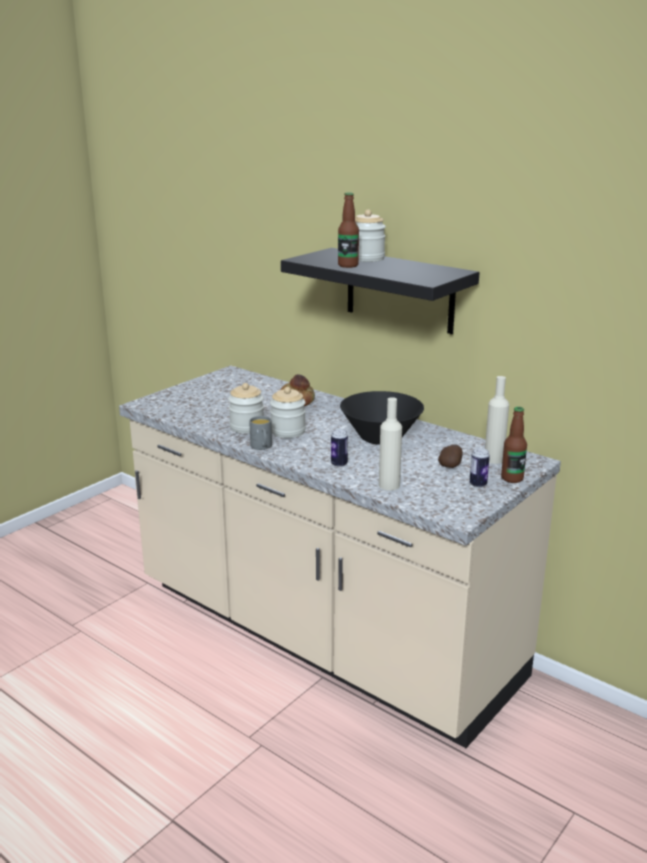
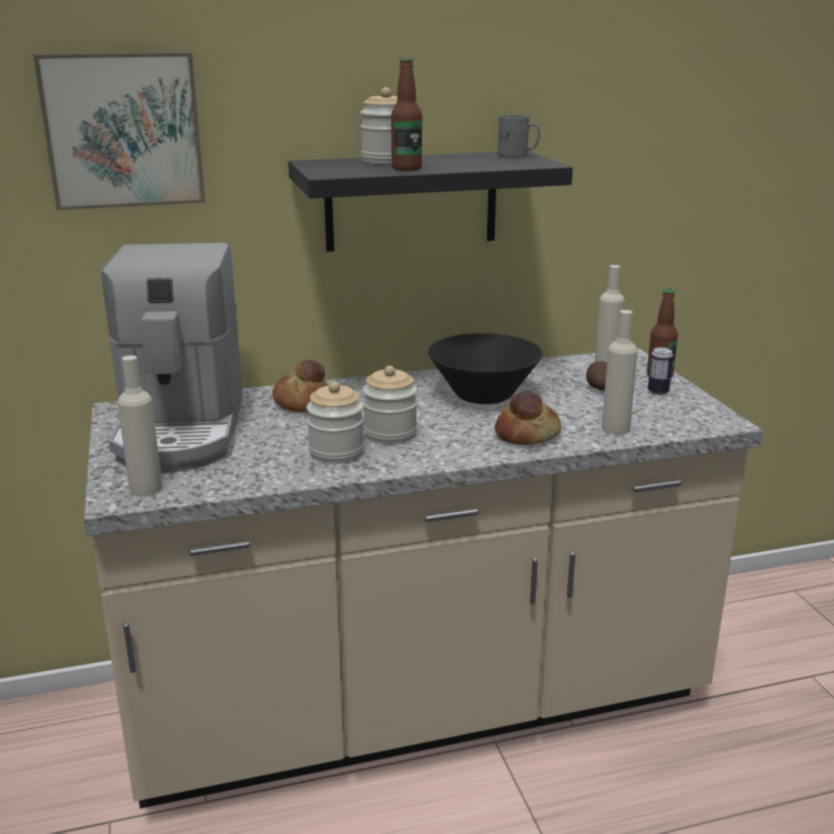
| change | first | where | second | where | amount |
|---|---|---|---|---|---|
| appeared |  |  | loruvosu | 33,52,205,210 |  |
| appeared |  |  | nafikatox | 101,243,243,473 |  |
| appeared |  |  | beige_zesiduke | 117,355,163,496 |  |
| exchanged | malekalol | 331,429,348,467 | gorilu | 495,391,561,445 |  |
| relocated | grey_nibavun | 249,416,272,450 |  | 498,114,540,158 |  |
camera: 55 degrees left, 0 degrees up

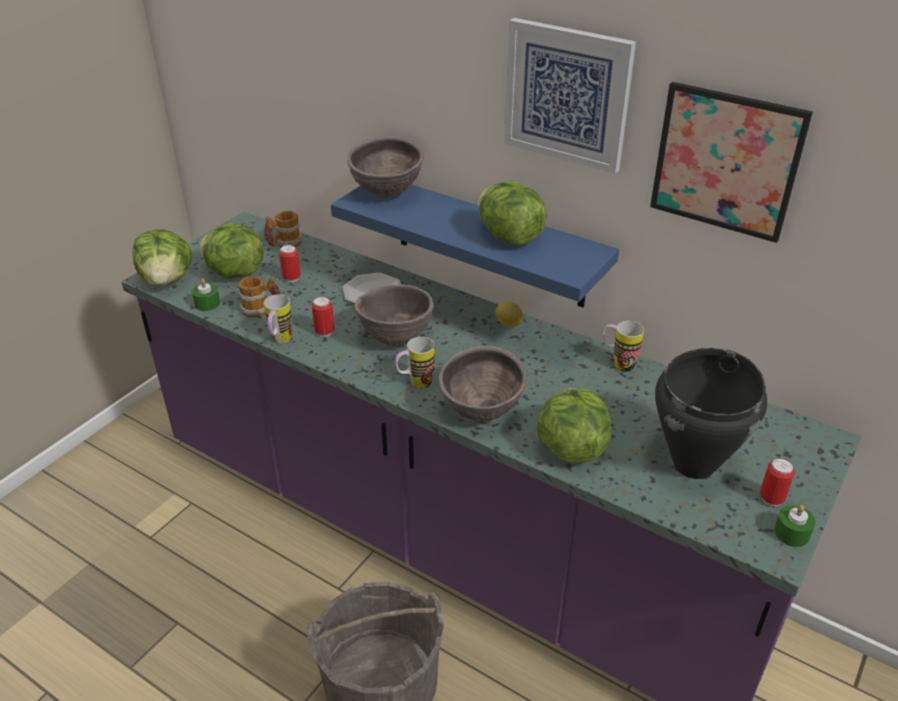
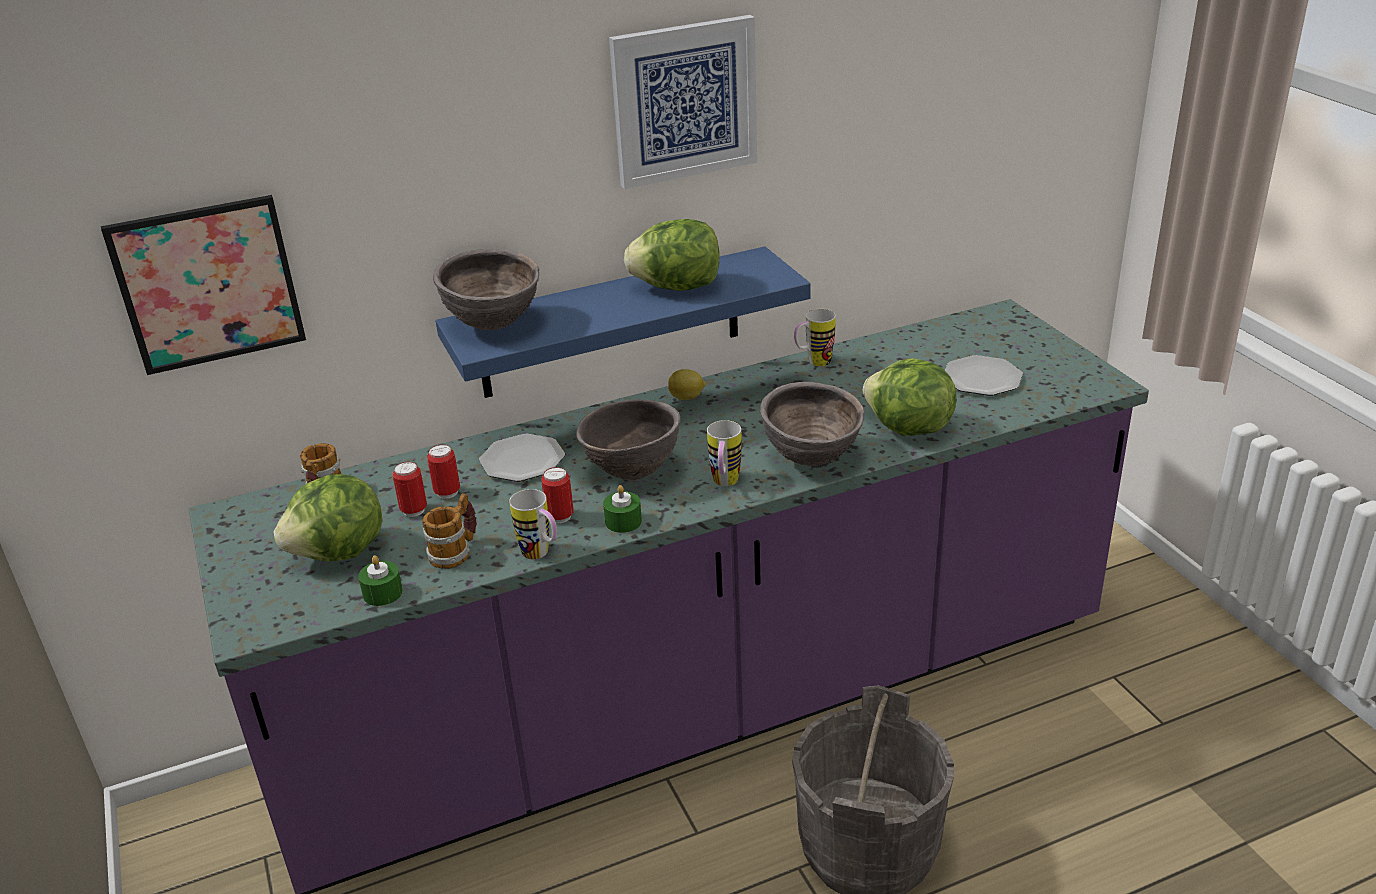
| change | first | where | second | where | amount |
|---|---|---|---|---|---|
| relocated | loruvosu | 650,82,813,243 |  | 101,195,306,375 |  |
| relocated | malekalol | 760,458,795,506 |  | 427,444,460,499 |  |
| relocated | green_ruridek | 774,505,816,547 |  | 603,485,642,533 |  |
| exchanged | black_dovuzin | 655,348,767,479 | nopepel | 945,355,1023,396 |  |
| missing | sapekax | 132,229,192,285 |  |  |  |
camera: 55 degrees left, 5 degrees down

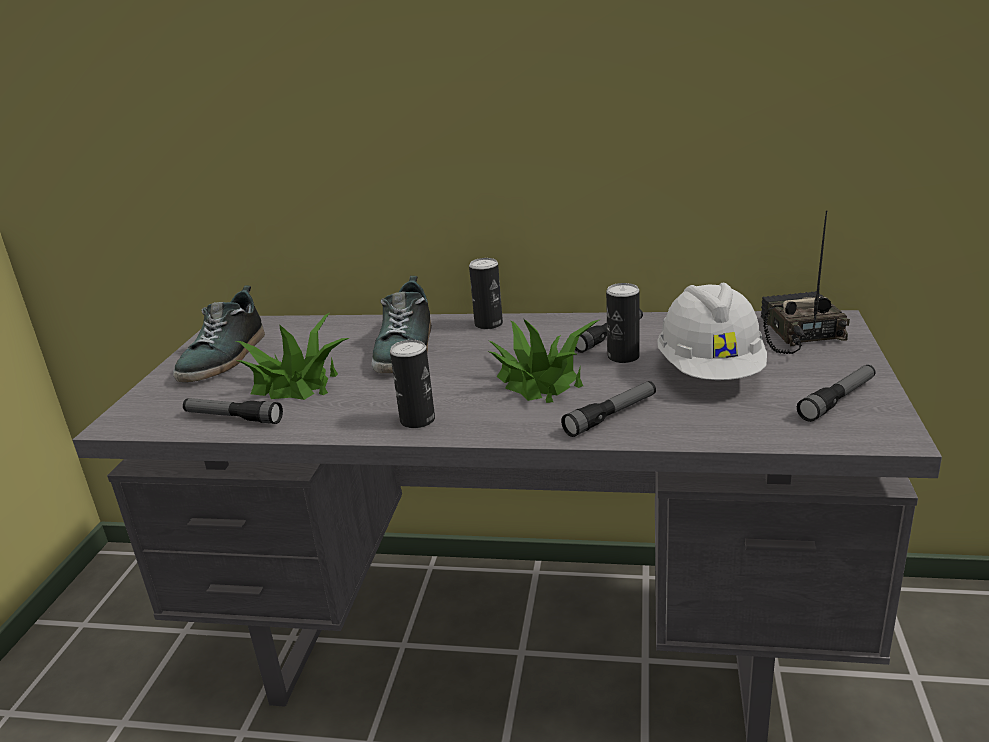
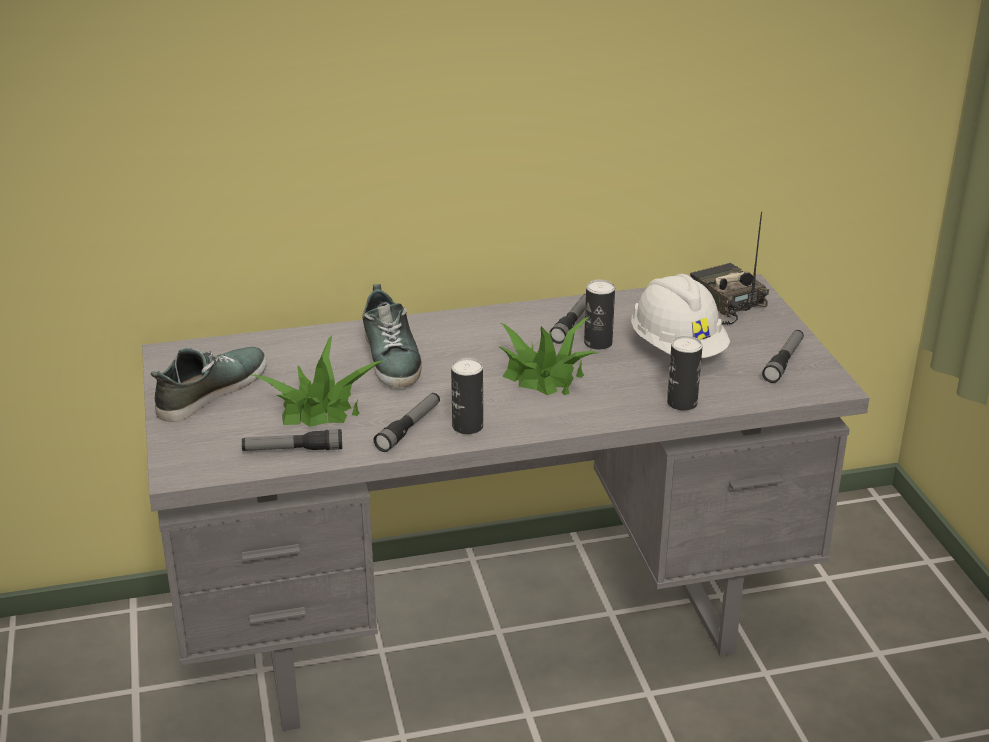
| change | first | where | second | where | amount |
|---|---|---|---|---|---|
| spun | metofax | 173,285,265,383 |  | 151,347,267,422 | 135 degrees counterclockwise |
| relocated | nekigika | 561,381,656,437 |  | 373,393,440,452 |  |
| relocated | malekalol | 469,258,503,329 |  | 667,336,703,411 |  |
camera: 25 degrees left, 5 degrees up

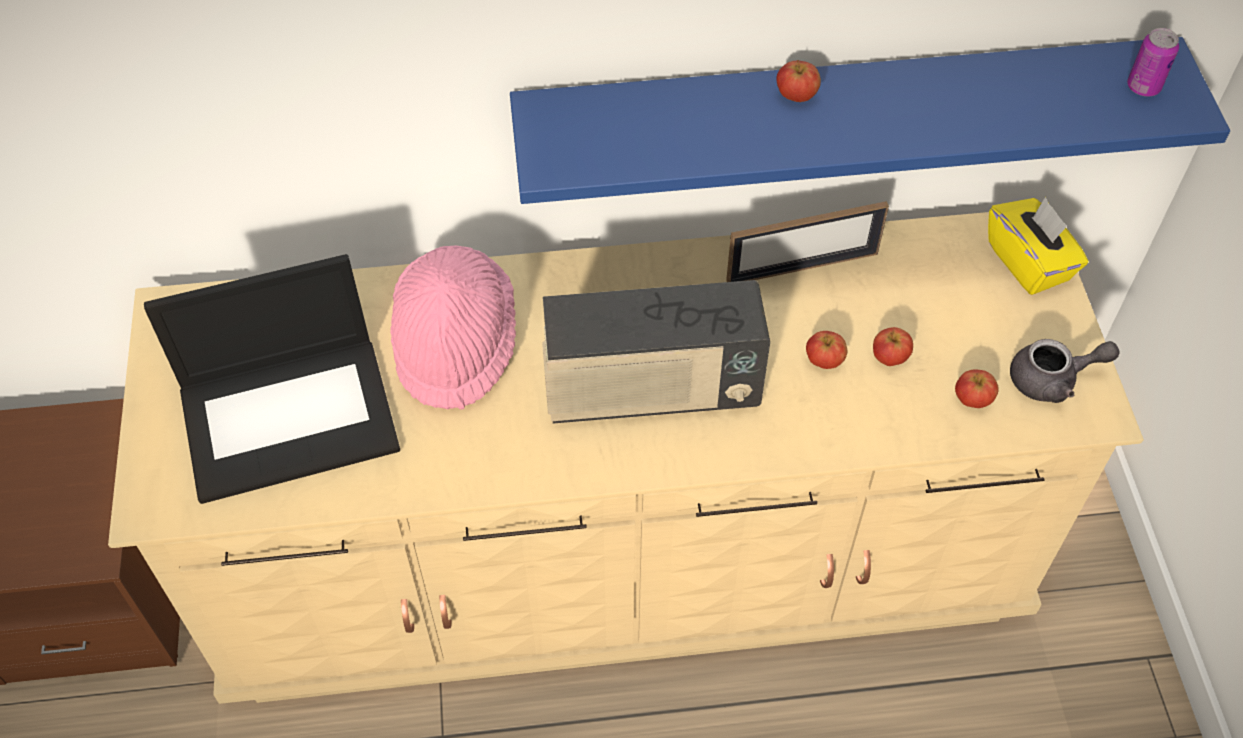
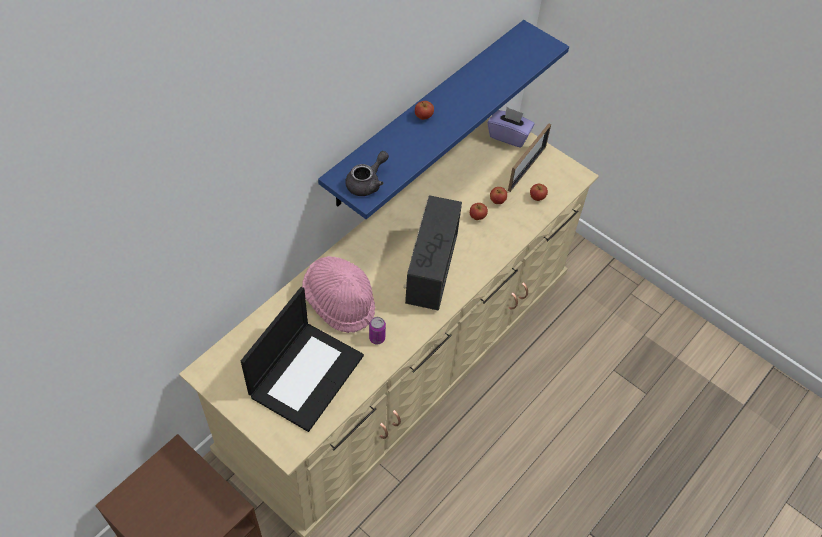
| change | first | where | second | where | amount |
|---|---|---|---|---|---|
| relocated | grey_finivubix | 1010,339,1120,403 |  | 345,151,389,196 |  |
| relocated | malekalol | 1127,28,1179,97 |  | 369,317,386,344 |  |
| spun | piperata | 542,280,770,424 |  | 403,195,462,311 | 150 degrees clockwise |
| colour | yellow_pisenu | 988,197,1088,295 | purple_pisenu | 488,107,535,148 |  |
| relocated | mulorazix | 726,201,889,282 |  | 508,123,551,192 |  |
camera: 45 degrees left, 0 degrees up

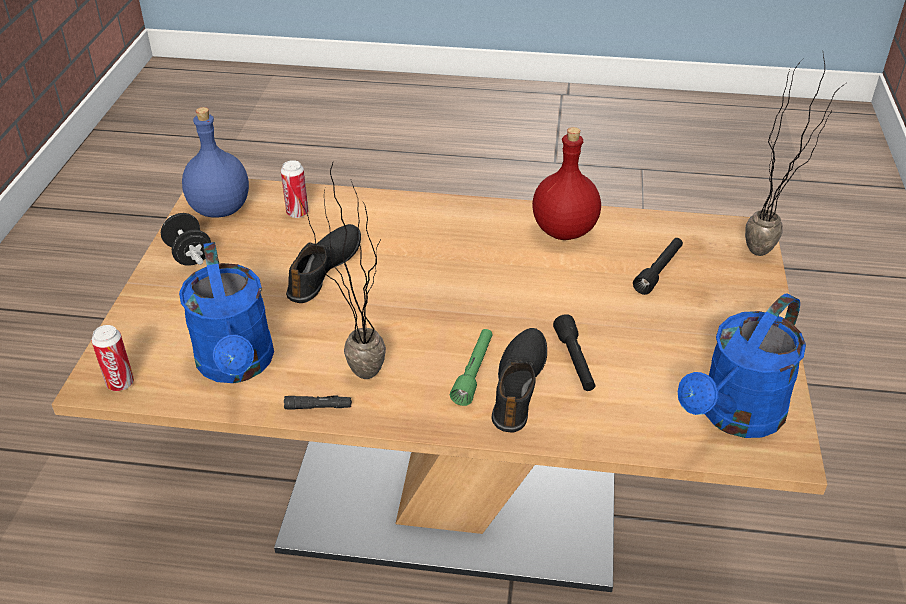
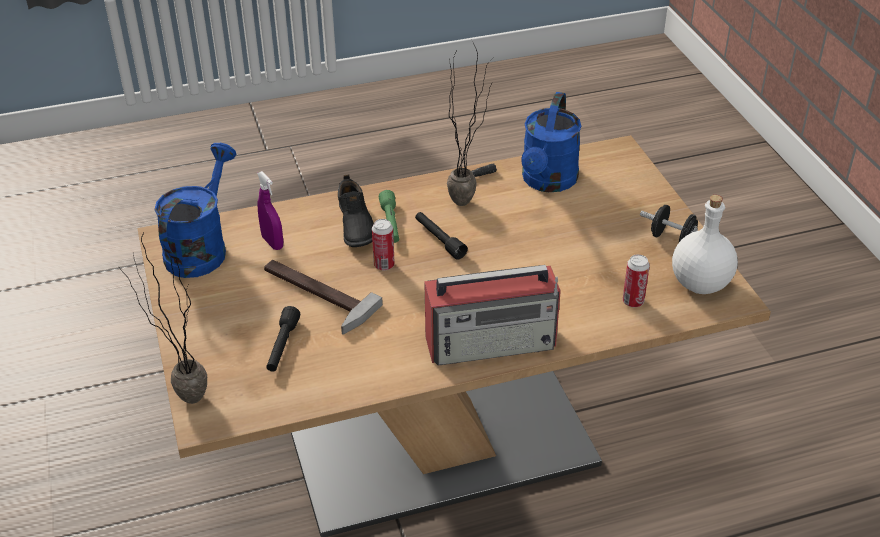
| change | first | where | second | where | amount |
|---|---|---|---|---|---|
| appeared |  |  | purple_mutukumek | 257,171,283,250 |  |
| appeared |  |  | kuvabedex | 264,260,383,335 |  |
| relocated | malekalol | 91,325,134,391 |  | 372,219,395,271 |  |
| relocated | black_nekigika | 553,314,595,391 |  | 415,212,468,260 |  |
| appeared |  |  | piperata | 424,265,561,366 |  |
| spun | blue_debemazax | 179,242,274,383 |  | 521,92,581,192 | 120 degrees counterclockwise |
| colour | blue_zesiduke | 182,107,249,217 | white_zesiduke | 672,195,738,294 |  |
| missing | black_metofax | 286,224,361,303 |  |  |  |
| missing | red_zesiduke | 532,127,601,240 |  |  |  |
camera: 155 degrees right, 0 degrees up

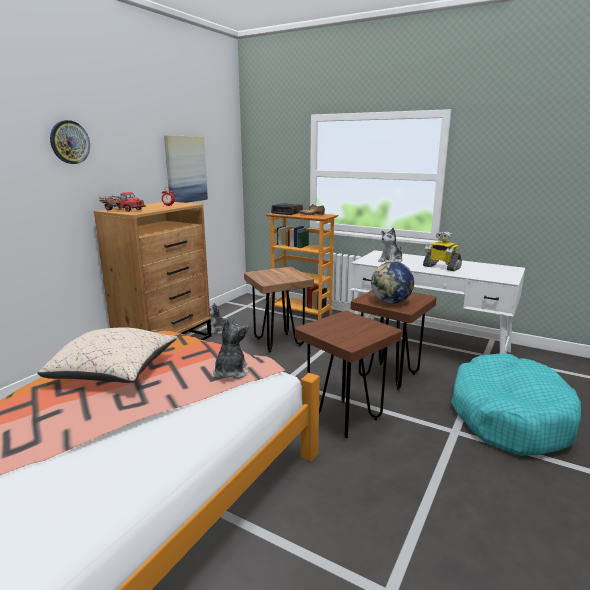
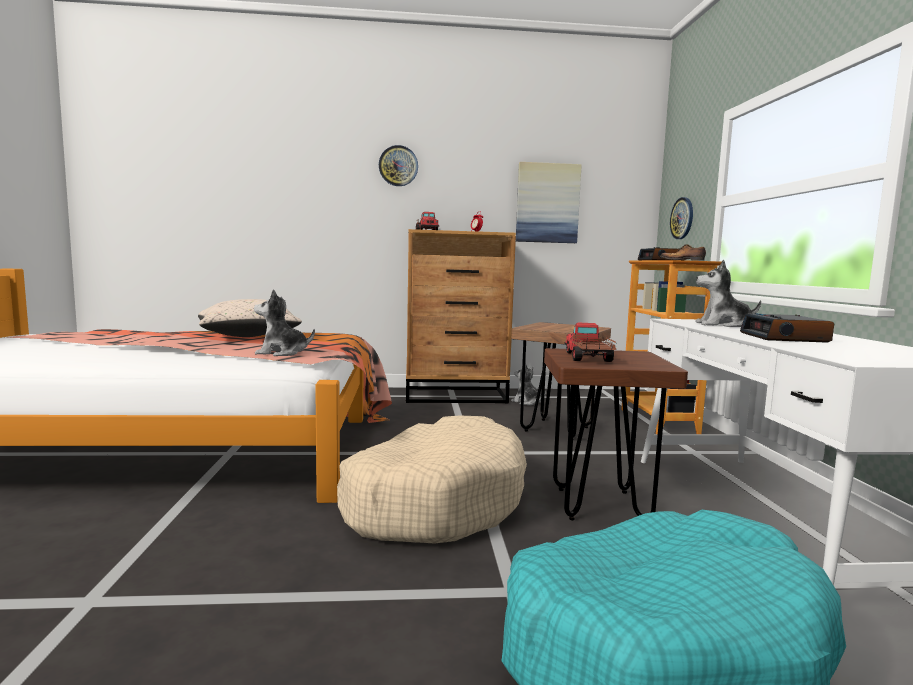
| change | first | where | second | where | amount |
|---|---|---|---|---|---|
| spun | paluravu | 213,318,249,379 |  | 254,289,315,356 | 150 degrees counterclockwise |
| exchanged | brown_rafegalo | 295,311,402,438 | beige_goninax | 337,415,527,543 |  |
| exchanged | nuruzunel | 371,261,414,304 | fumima | 564,323,617,362 |  |
| appeared |  |  | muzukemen | 670,197,693,239 |  |
| exchanged | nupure | 423,231,462,271 | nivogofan | 740,313,834,343 |  |
camera: 55 degrees right, 10 degrees down

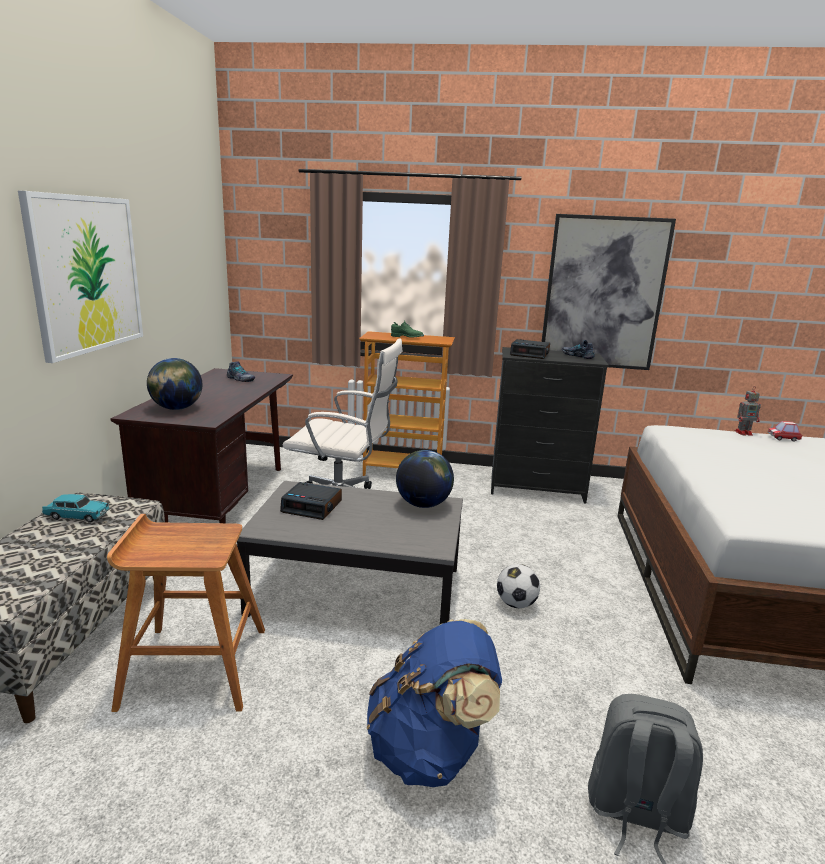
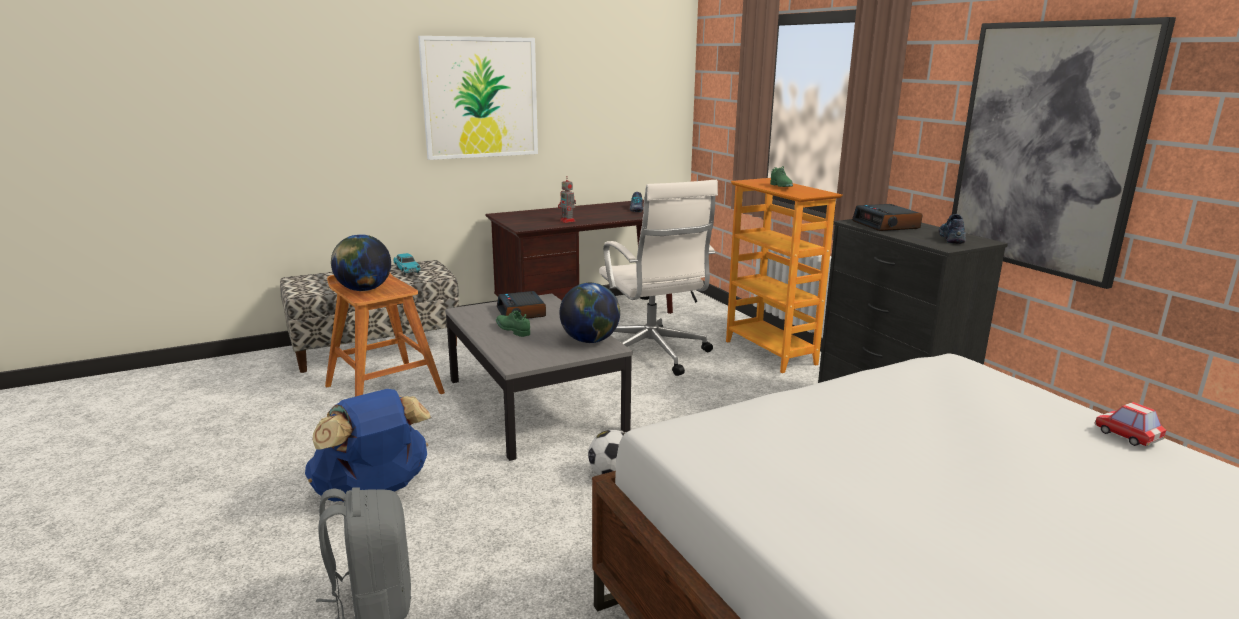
| change | first | where | second | where | amount |
|---|---|---|---|---|---|
| relocated | nuruzunel | 147,358,202,410 |  | 331,234,391,291 |  |
| appeared |  |  | green_metofax | 496,310,530,337 |  |
| relocated | nupure | 735,387,761,436 |  | 558,176,576,223 |  |
camera: 55 degrees right, 0 degrees up

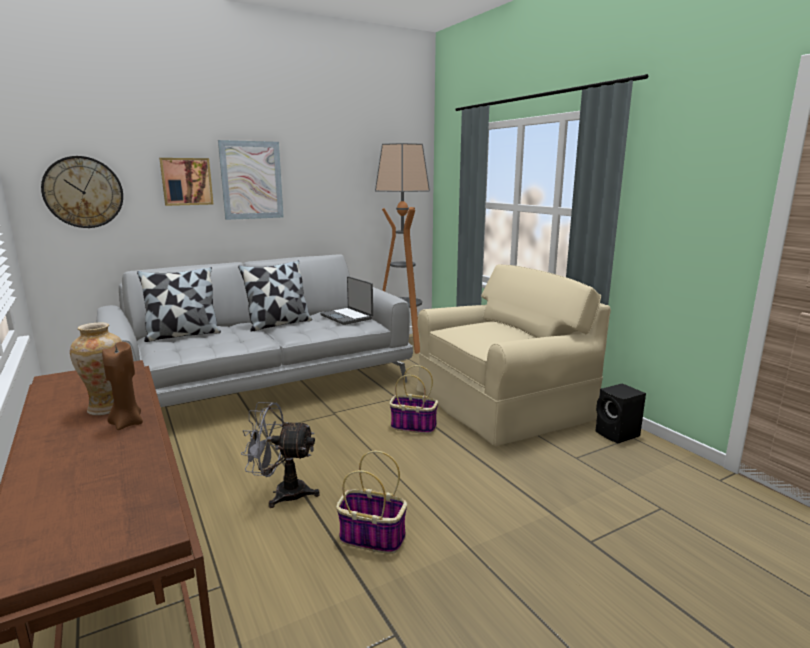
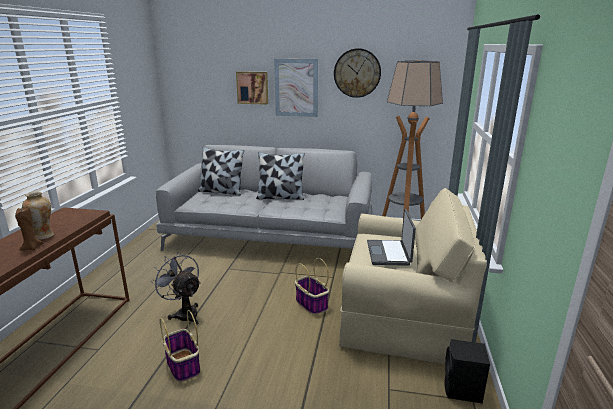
| change | first | where | second | where | amount |
|---|---|---|---|---|---|
| relocated | muzukemen | 41,156,123,228 |  | 334,48,381,98 |  |
| relocated | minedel | 320,276,373,325 |  | 367,209,416,266 |  |
camera: 40 degrees right, 5 degrees up

